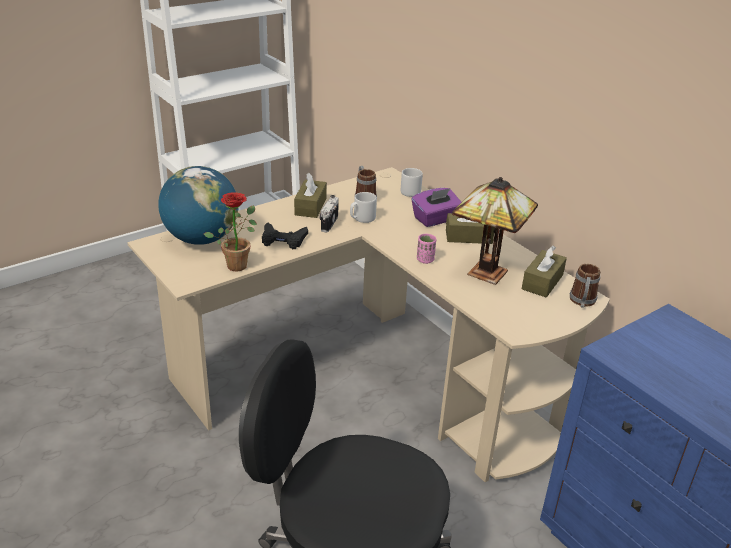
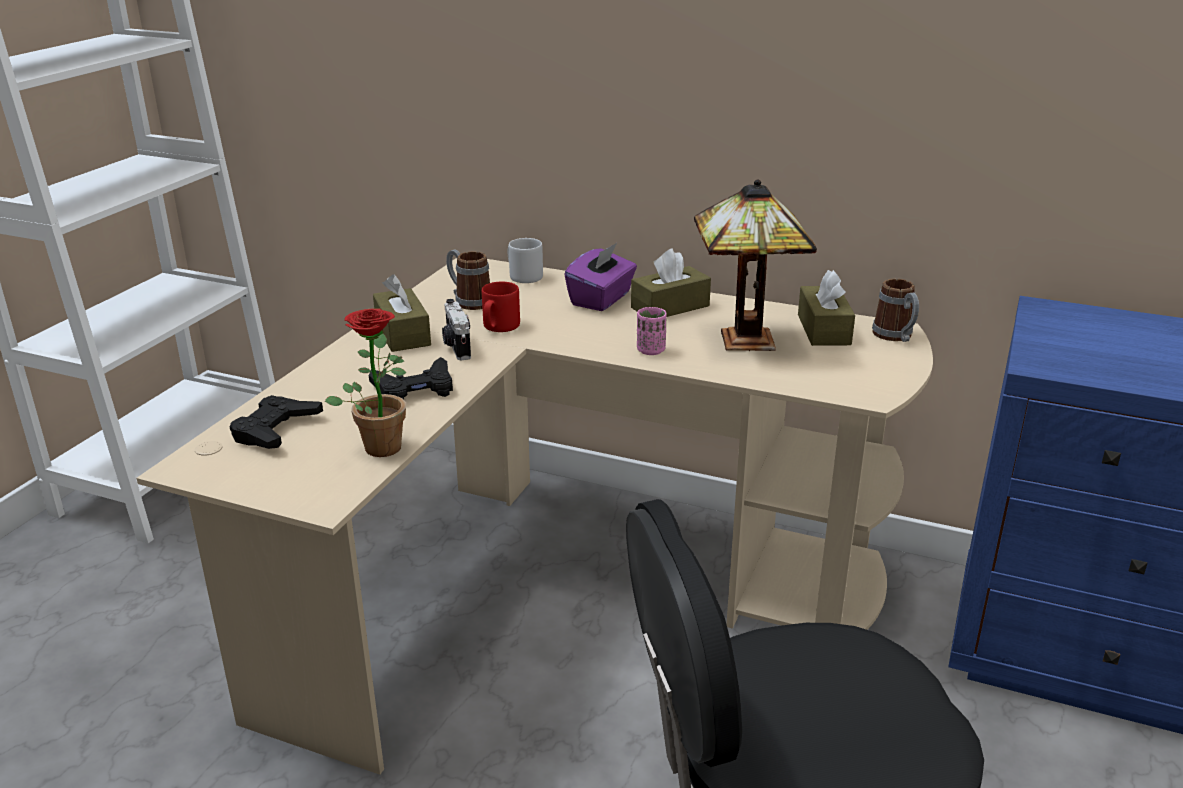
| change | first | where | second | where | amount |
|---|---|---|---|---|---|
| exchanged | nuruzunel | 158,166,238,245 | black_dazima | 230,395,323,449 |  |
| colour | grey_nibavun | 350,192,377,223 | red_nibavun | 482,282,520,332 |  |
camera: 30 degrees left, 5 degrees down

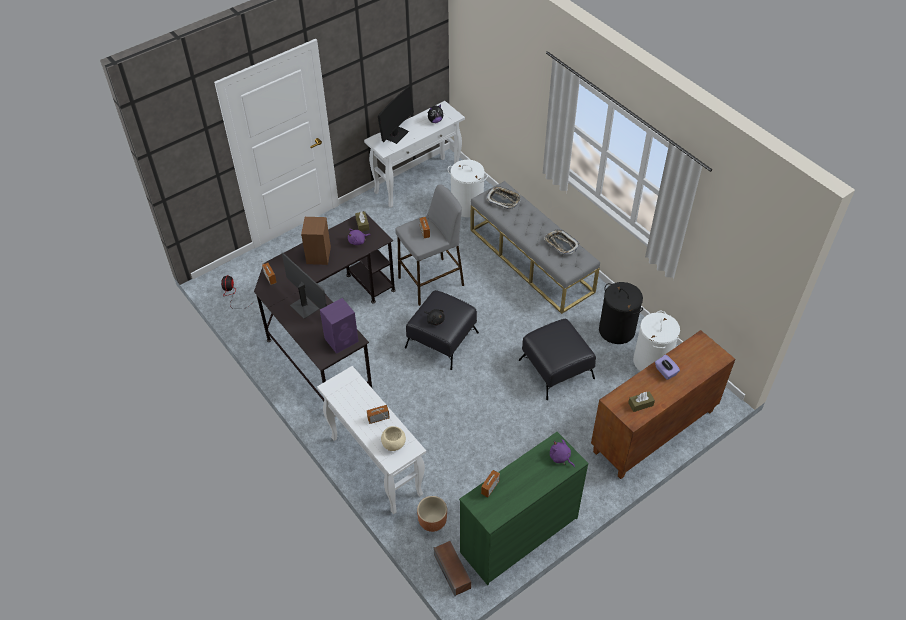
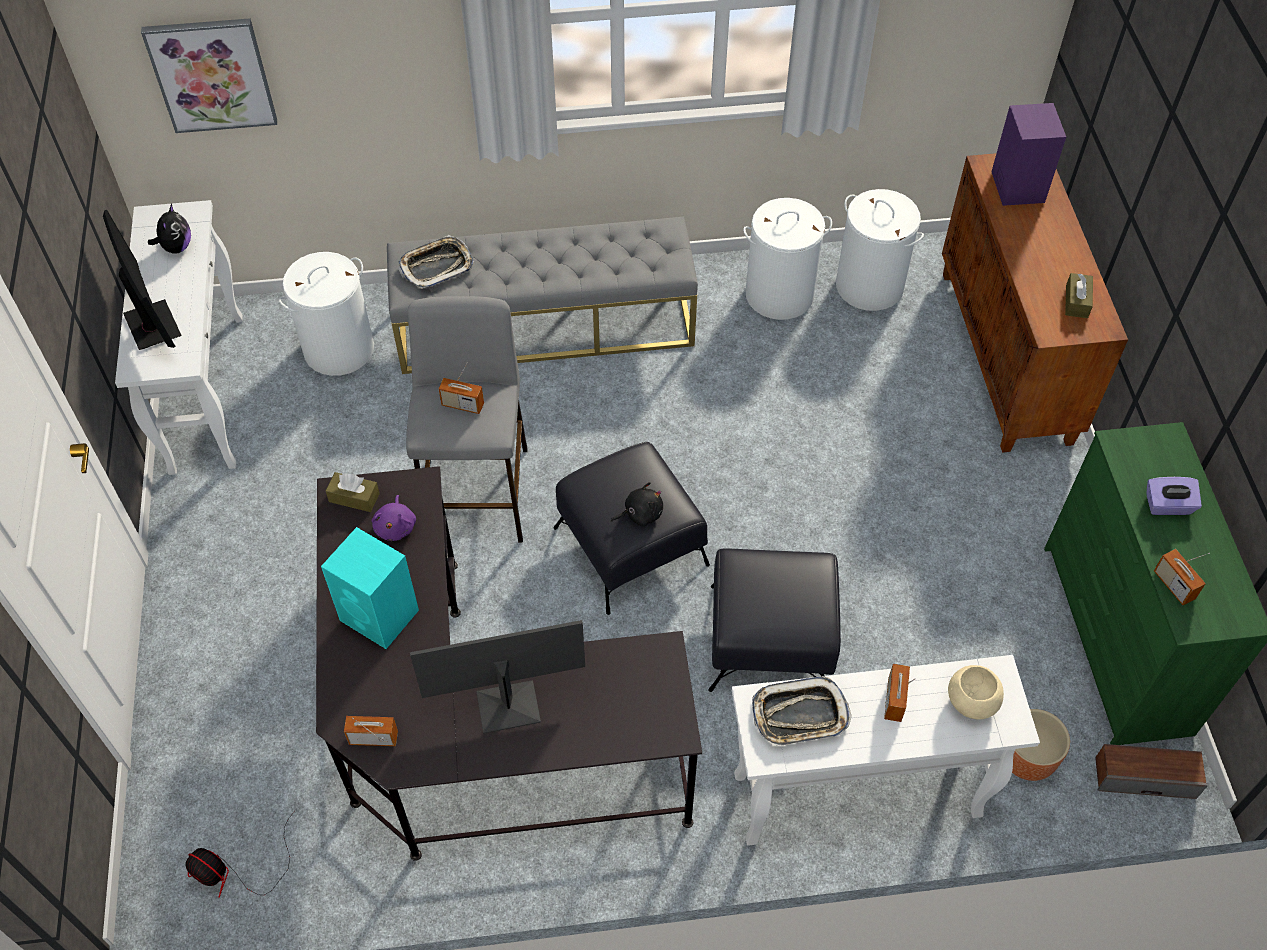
| change | first | where | second | where | amount |
|---|---|---|---|---|---|
| appeared |  |  | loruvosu | 141,18,277,133 |  |
| colour | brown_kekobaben | 301,217,331,265 | turquoise_kekobaben | 321,527,419,649 |  |
| relocated | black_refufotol | 519,319,596,400 |  | 708,548,841,692 |  |
| colour | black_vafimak | 599,282,643,344 | white_vafimak | 743,198,832,320 |  |
| relocated | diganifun | 544,229,580,255 |  | 752,676,852,746 |  |
| relocated | purple_kekobaben | 320,298,359,354 |  | 991,103,1066,206 |  |
| relocated | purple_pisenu | 655,355,680,380 |  | 1146,477,1202,515 |  |
| missing | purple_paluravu | 550,439,575,467 |  |  |  |
camera: 60 degrees left, 5 degrees up

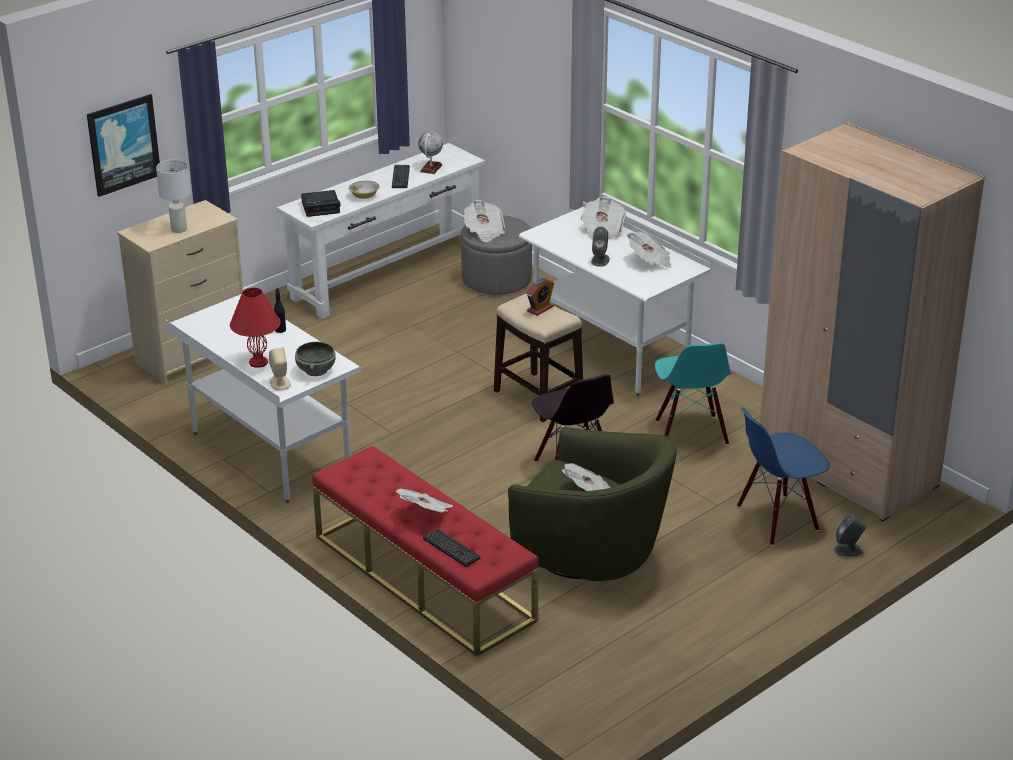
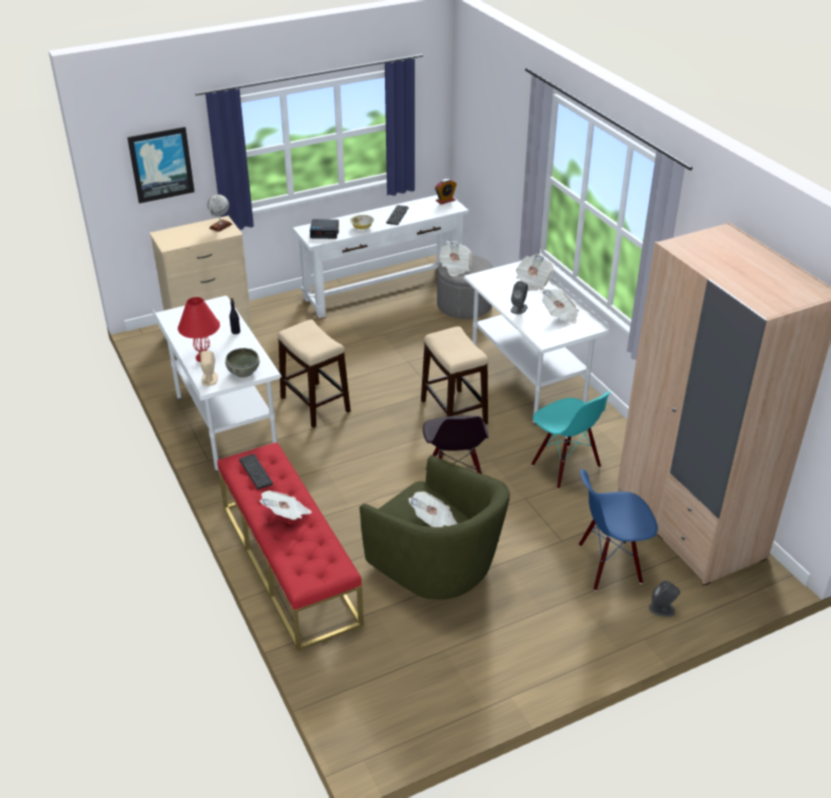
| change | first | where | second | where | amount |
|---|---|---|---|---|---|
| relocated | nuruzunel | 418,131,443,174 |  | 207,194,232,232 |  |
| relocated | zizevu | 423,529,480,567 |  | 239,454,273,490 |  |
| appeared |  |  | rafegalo | 278,319,351,428 |  |
| relocated | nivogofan | 527,278,554,316 |  | 435,179,457,205 |  |
| spun | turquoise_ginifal | 655,343,731,445 |  | 531,391,611,489 | 45 degrees counterclockwise |
| missing | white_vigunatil | 156,160,191,233 |  |  |  |
camera: 15 degrees right, 5 degrees up

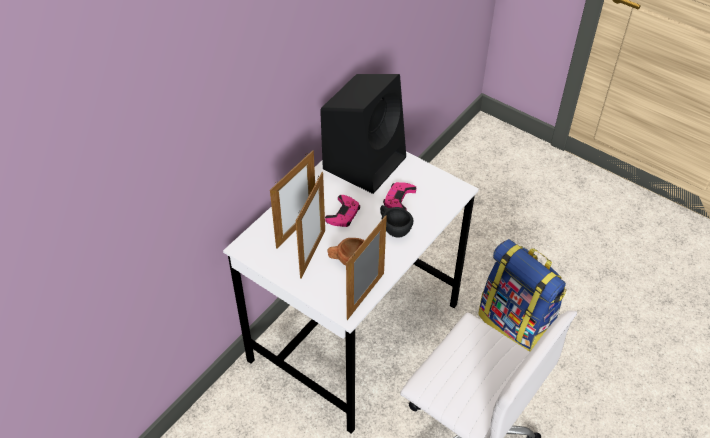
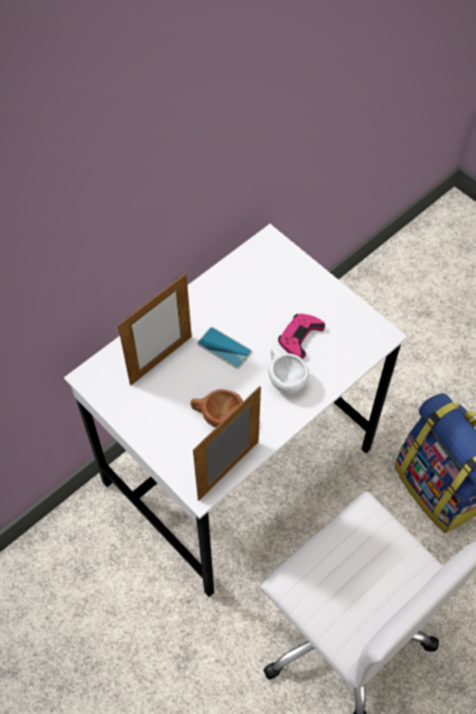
| change | first | where | second | where | amount |
|---|---|---|---|---|---|
| exchanged | pink_dazima | 325,195,360,227 | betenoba | 197,327,252,369 |  |
| colour | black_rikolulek | 380,205,413,237 | white_rikolulek | 268,348,309,394 |  |
| missing | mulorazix | 296,172,325,279 |  |  |  |
| missing | black_kekobaben | 320,74,406,194 |  |  |  |
camera: 10 degrees right, 10 degrees up

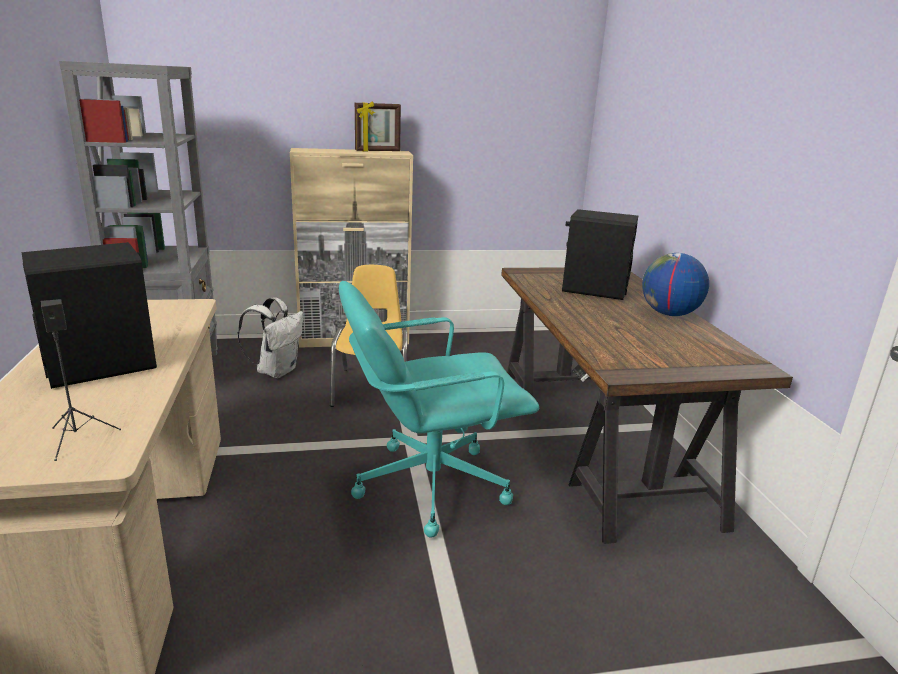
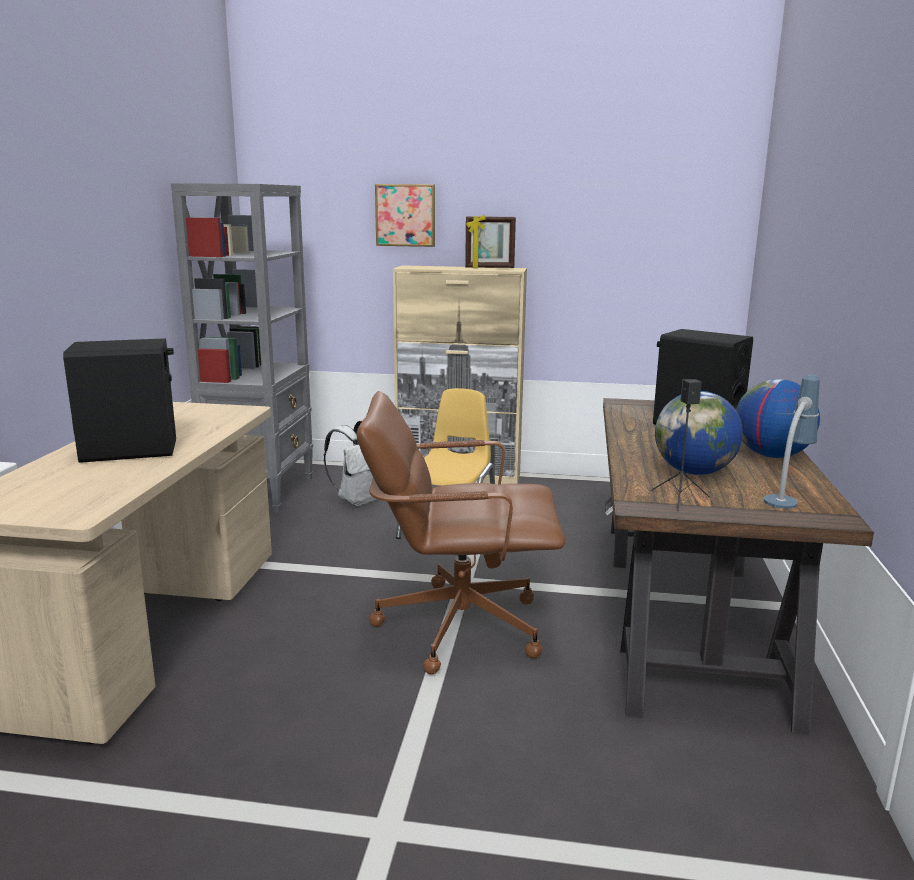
| change | first | where | second | where | amount |
|---|---|---|---|---|---|
| colour | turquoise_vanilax | 339,281,539,538 | brown_vanilax | 357,391,565,675 |  |
| appeared |  |  | loruvosu | 375,184,435,247 |  |
| relocated | black_kekobaben | 41,299,121,461 |  | 651,379,710,511 |  |
| appeared |  |  | nuruzunel | 655,391,743,475 |  |
| appeared |  |  | vigunatil | 764,374,820,509 |  |
camera: 20 degrees right, 5 degrees down

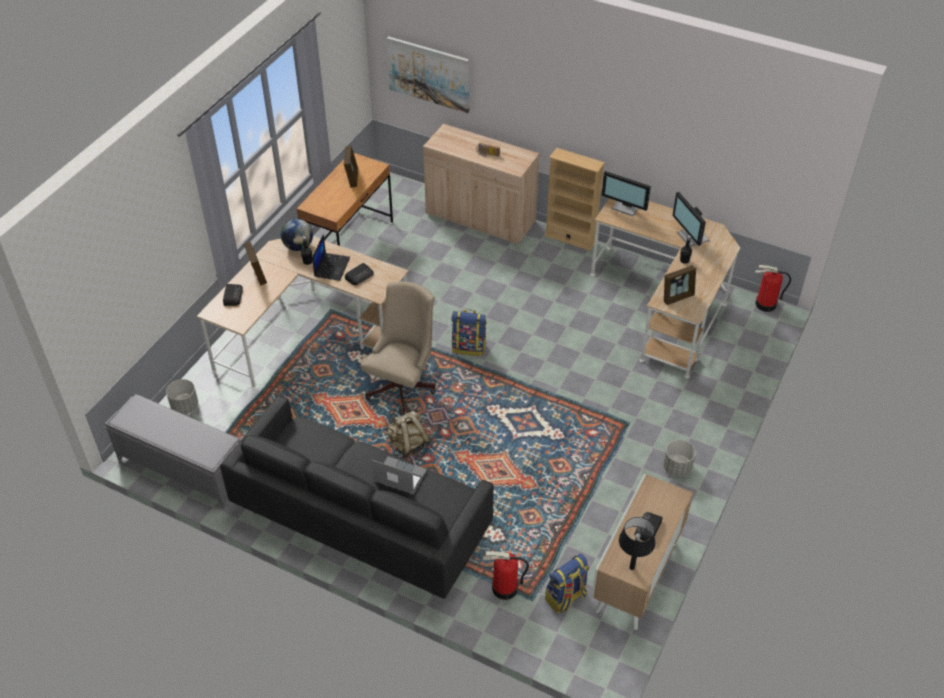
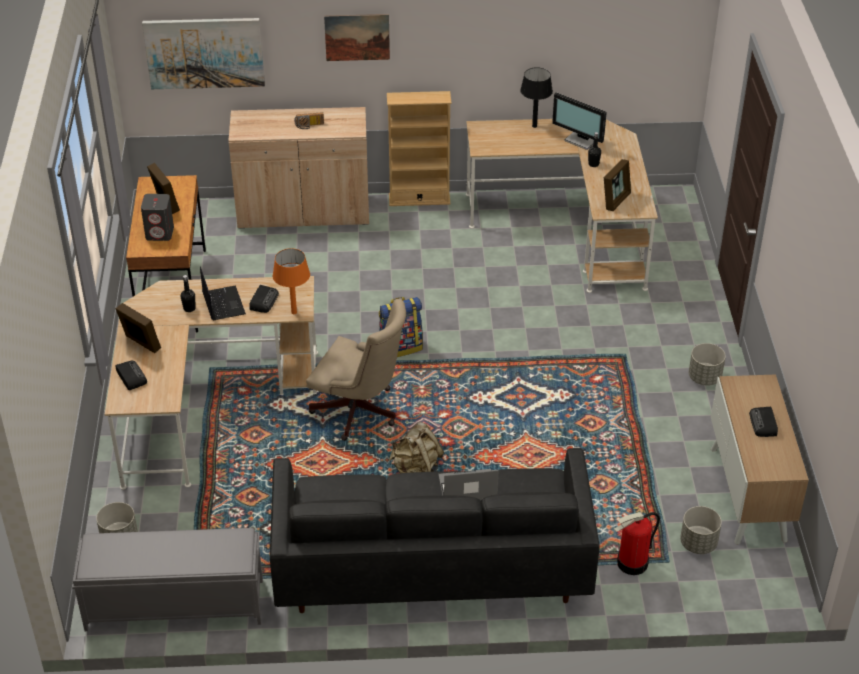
| change | first | where | second | where | amount |
|---|---|---|---|---|---|
| appeared |  |  | grey_kekobaben | 141,194,174,241 |  |
| appeared |  |  | orange_vigunatil | 273,248,310,314 |  |
| spun | beige_vanilax | 361,281,436,415 |  | 306,299,406,441 | 120 degrees clockwise |
| appeared |  |  | loruvosu | 324,14,390,61 |  |
| relocated | black_vigunatil | 619,517,655,570 |  | 520,67,553,128 |  |
| exchanged | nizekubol | 545,554,589,613 | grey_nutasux | 680,506,722,554 |  |
| missing | nuruzunel | 281,219,313,251 |  |  |  |
| missing | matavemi | 602,171,651,216 |  |  |  |
| missing | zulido | 755,265,791,312 |  |  |  |
camera: 30 degrees left, 5 degrees down

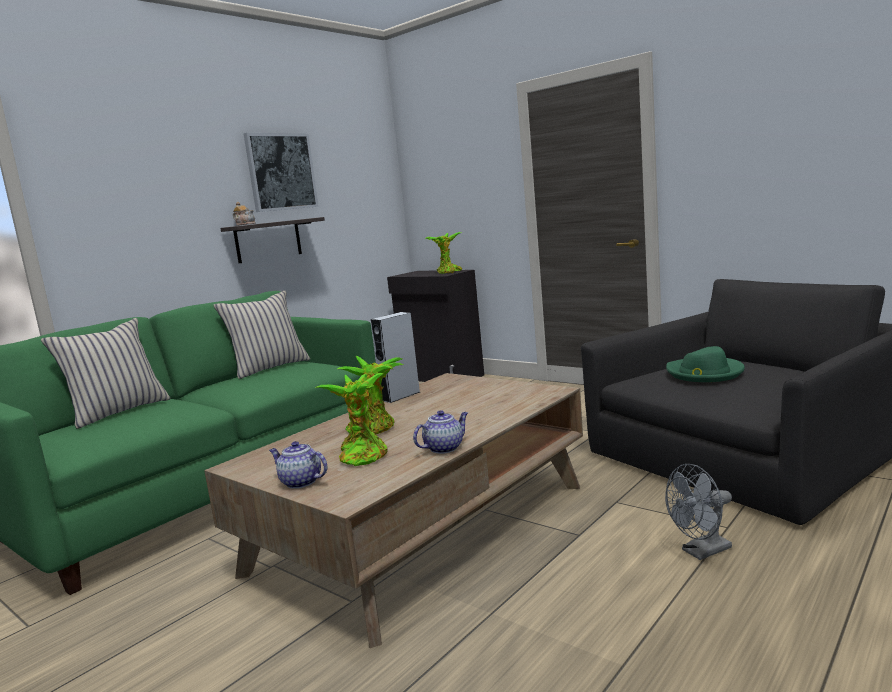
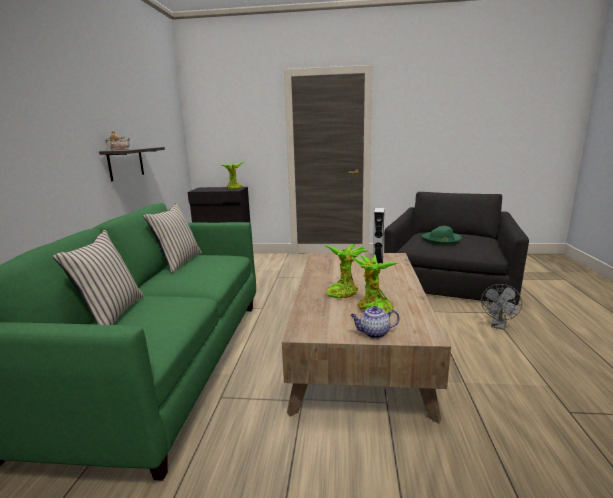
| change | first | where | second | where | amount |
|---|---|---|---|---|---|
| relocated | grey_kekobaben | 371,312,420,403 |  | 373,207,384,264 |  |
| missing | loruvosu | 244,133,319,212 |  |  |  |
| missing | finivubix | 413,410,468,454 |  |  |  |
camera: 35 degrees left, 5 degrees up

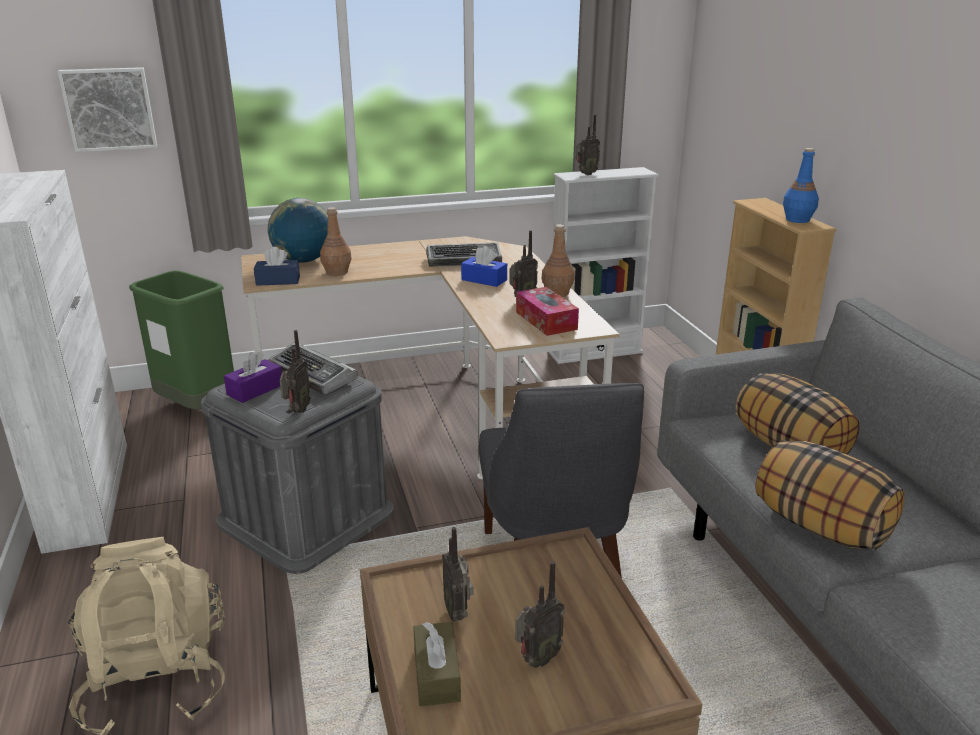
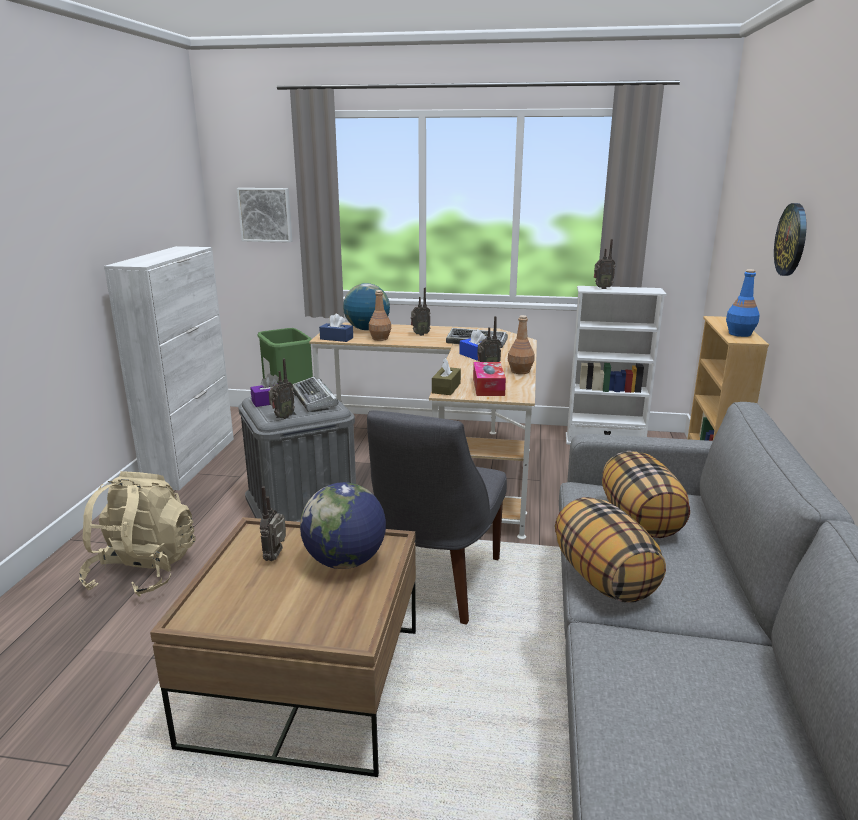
| change | first | where | second | where | amount |
|---|---|---|---|---|---|
| appeared |  |  | nuruzunel | 300,482,386,569 |  |
| relocated | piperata | 515,561,565,668 |  | 411,288,431,336 |  |
| relocated | brown_pisenu | 413,622,461,707 |  | 432,358,461,395 |  |
| appeared |  |  | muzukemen | 774,203,806,276 |  |
camera: 25 degrees right, 5 degrees down

